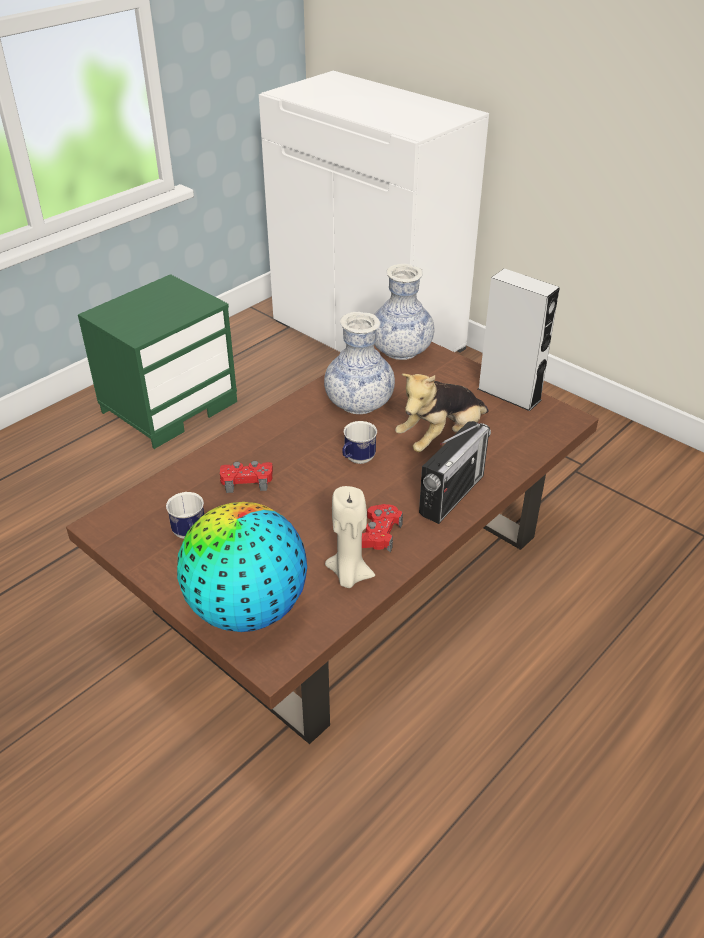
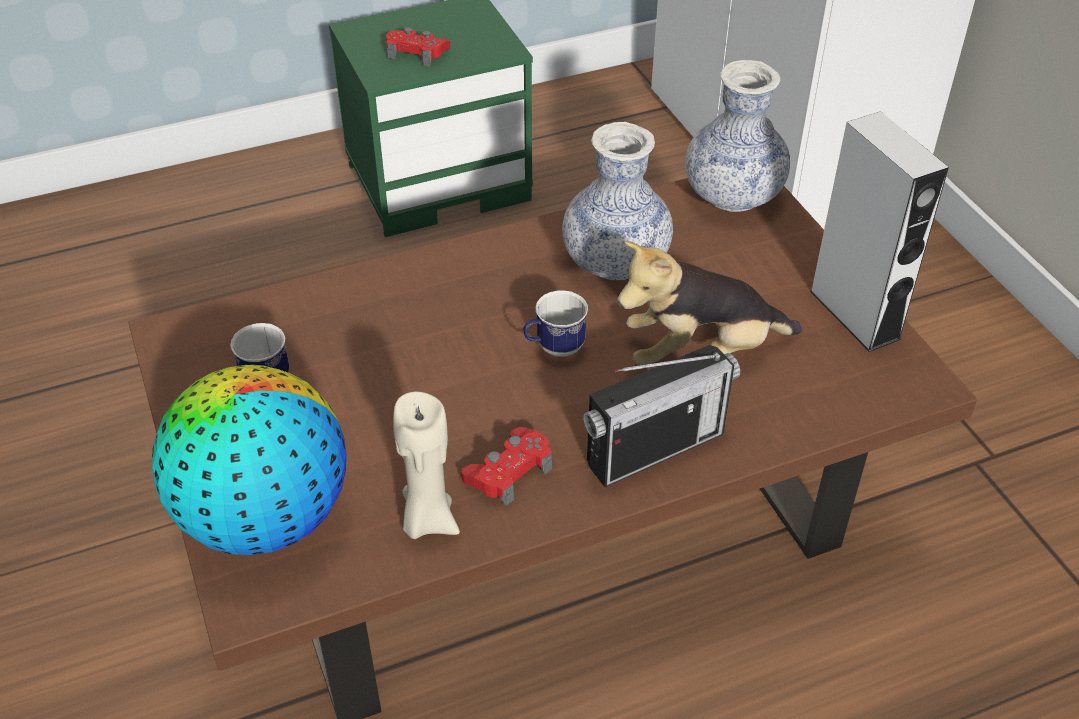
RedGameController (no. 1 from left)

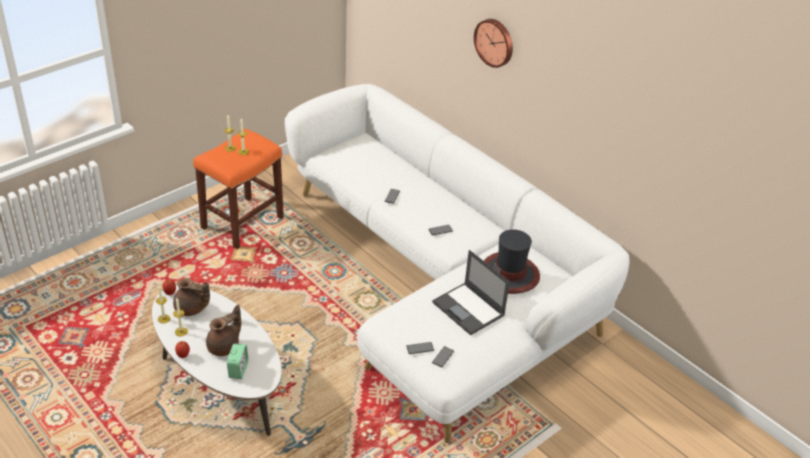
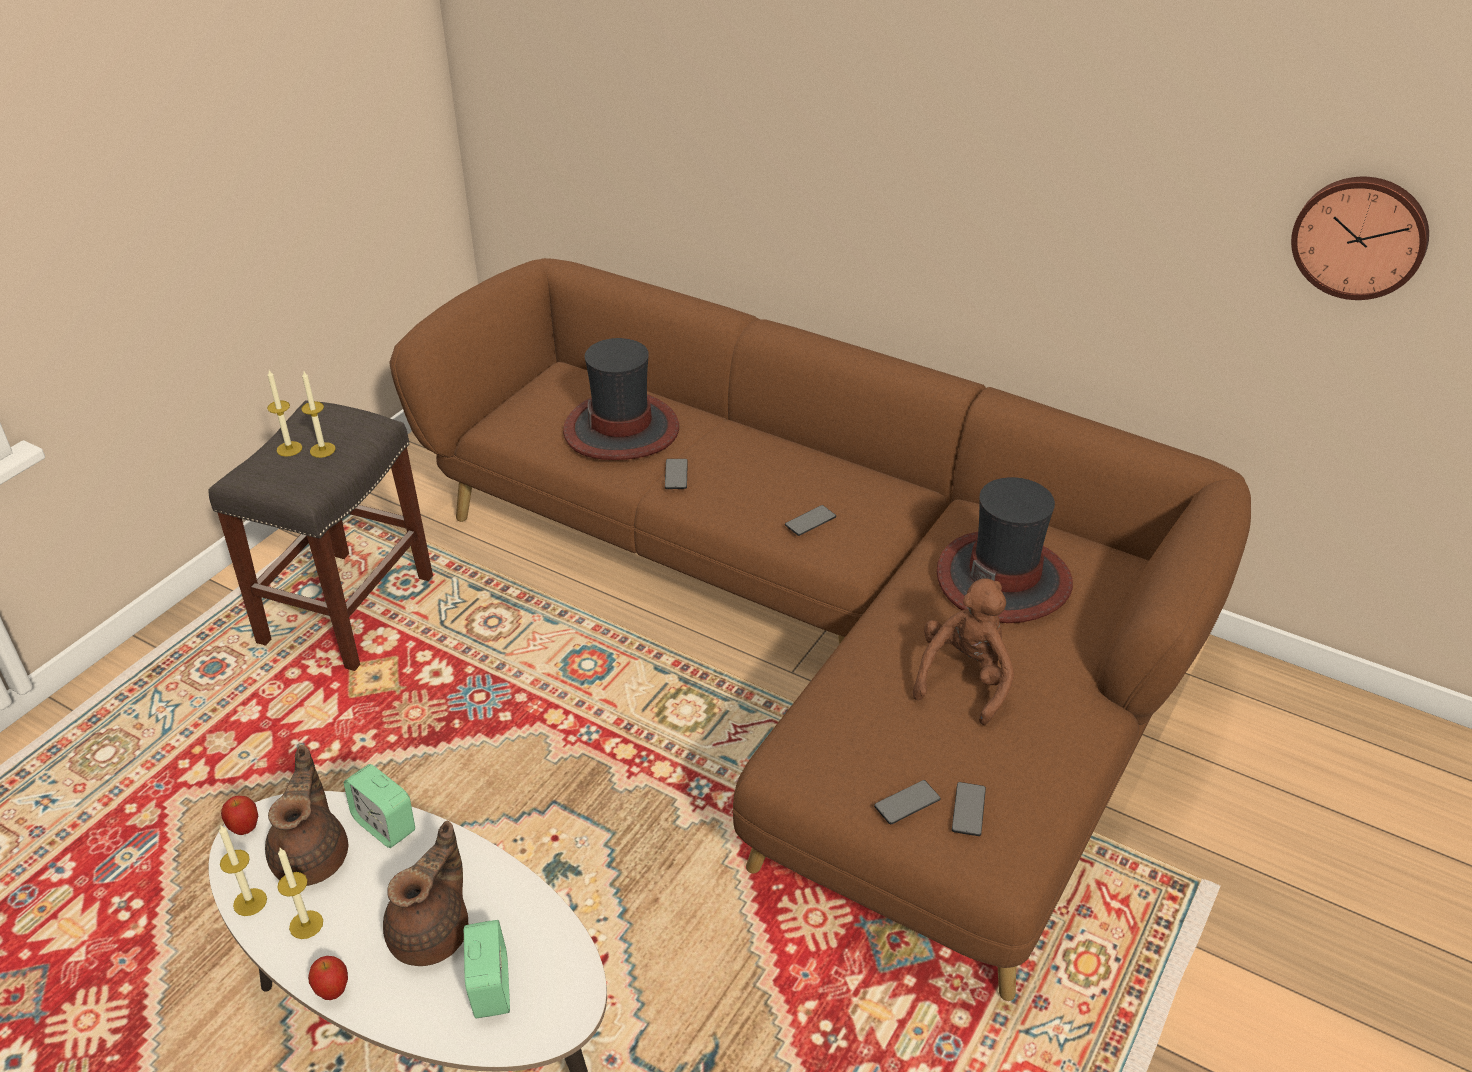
AlarmClock (no. 1 from left)
Hat (no. 1 from left)
WallClock
BrownPlushToy
GreyStool
BrownSofa
BrownTeapot (no. 1 from left)

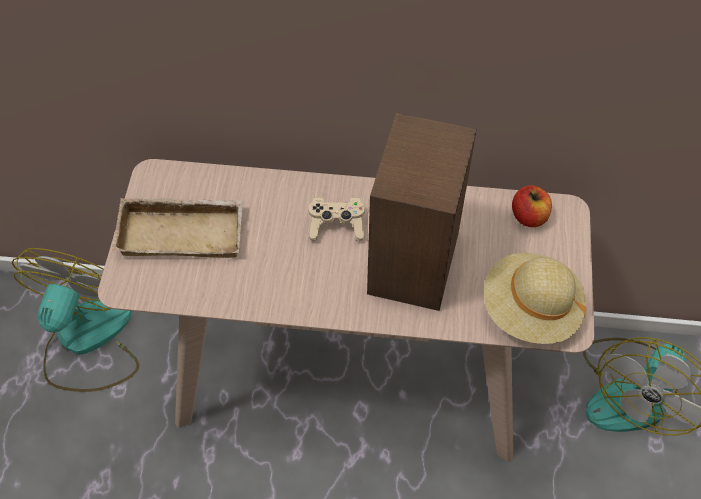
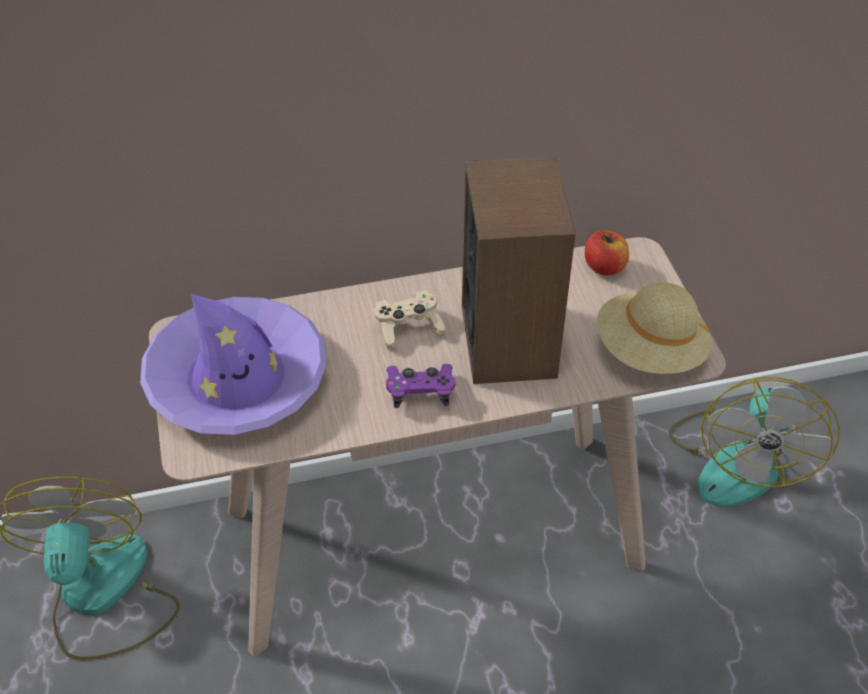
PurpleGameController
PurpleHat

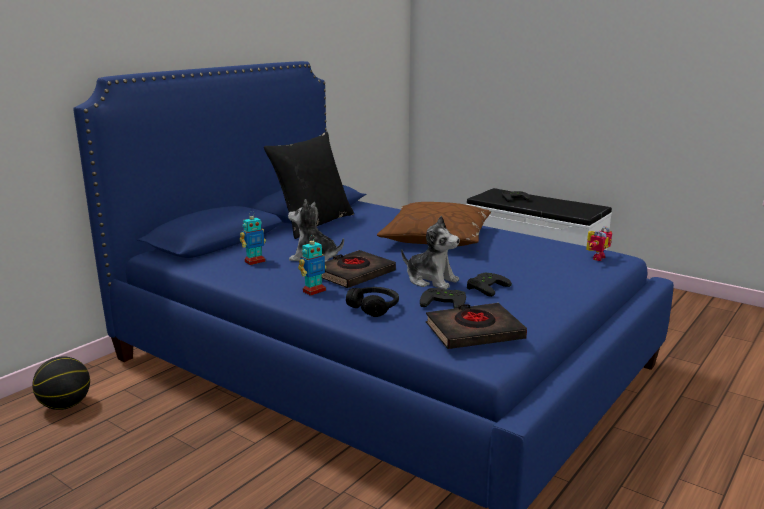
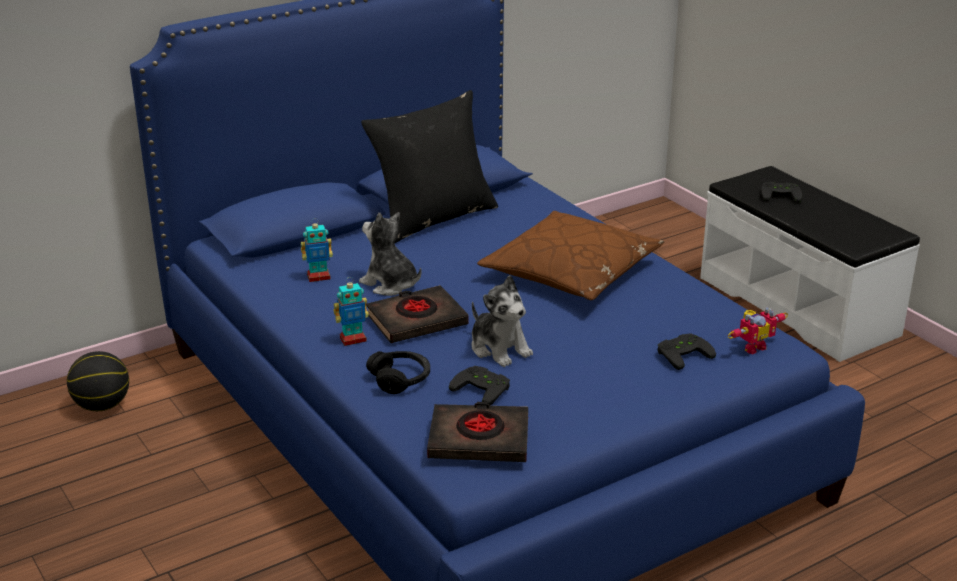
BlackGameController (no. 2 from left)

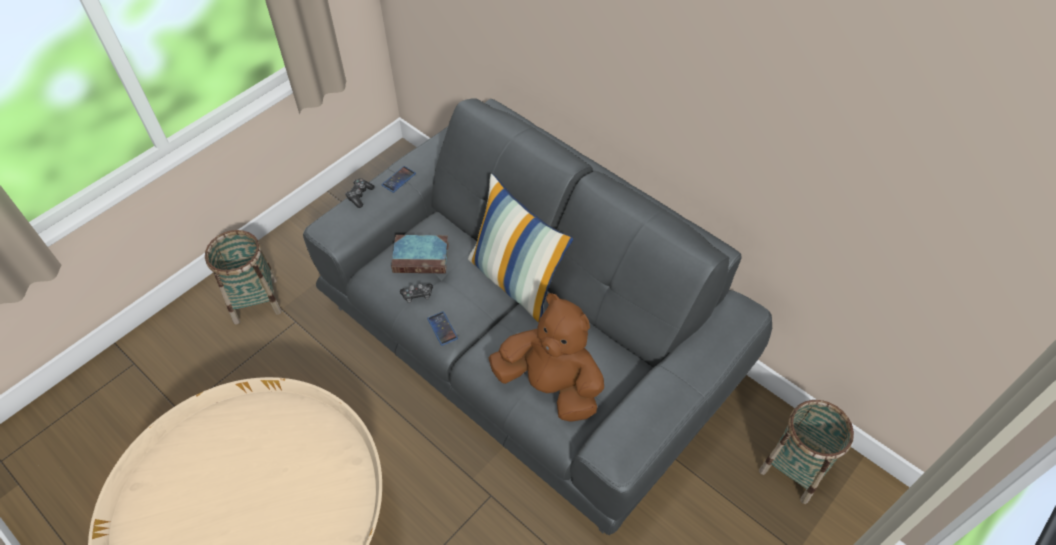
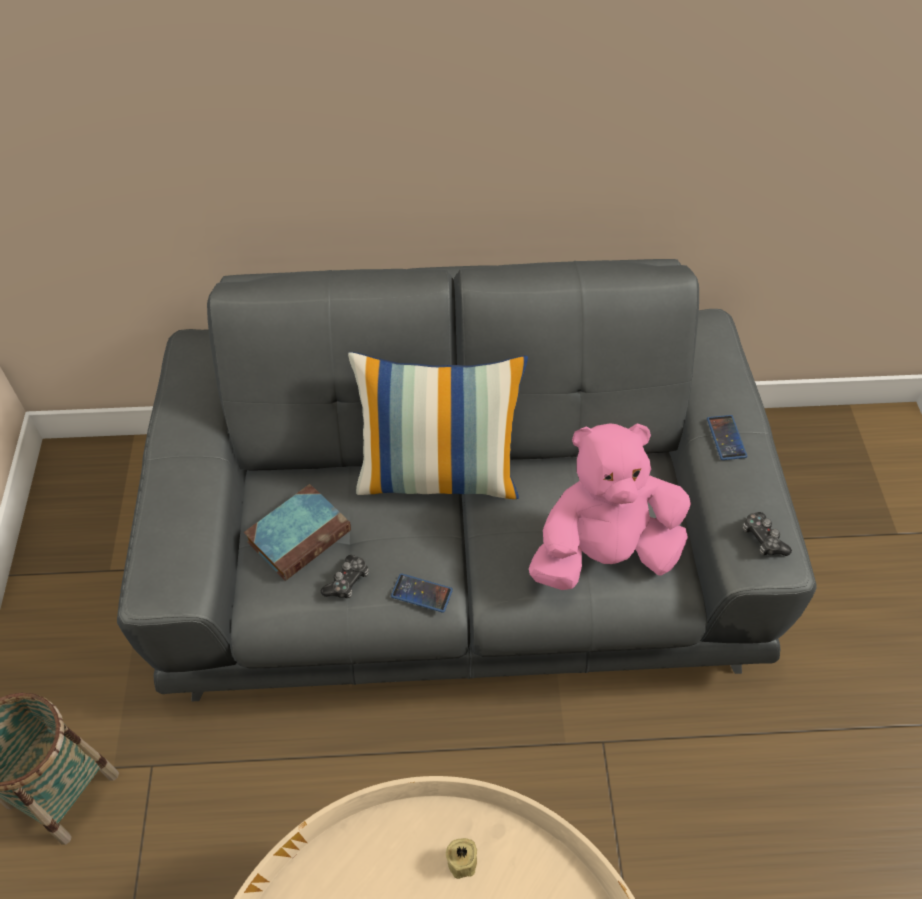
Basket (no. 2 from left in the first image)
BeigeCandle
GameController (no. 2 from left)
Phone (no. 2 from left)
PinkPlushToy

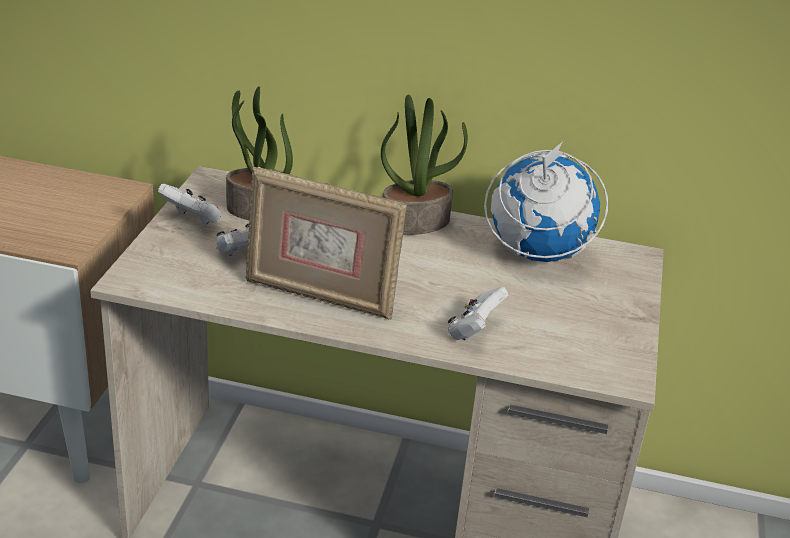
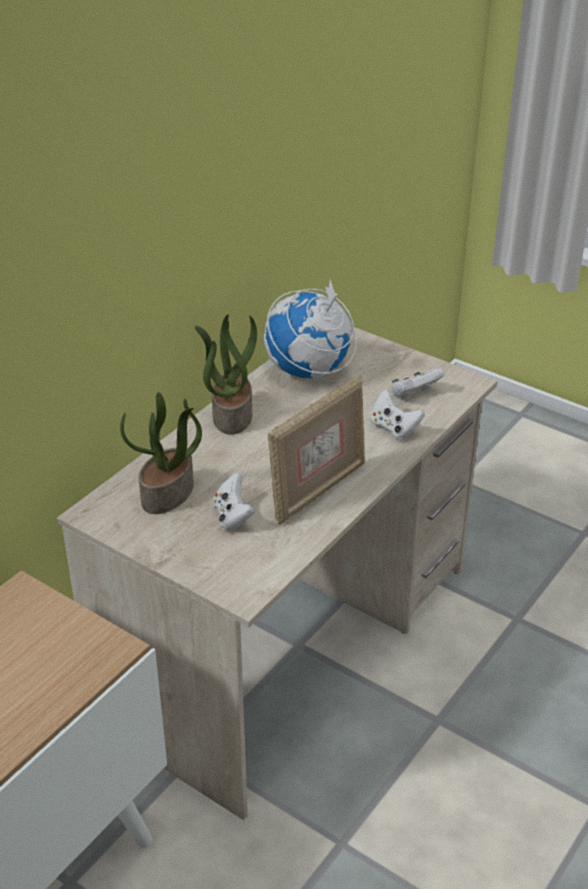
WhiteGameController (no. 3 from left)

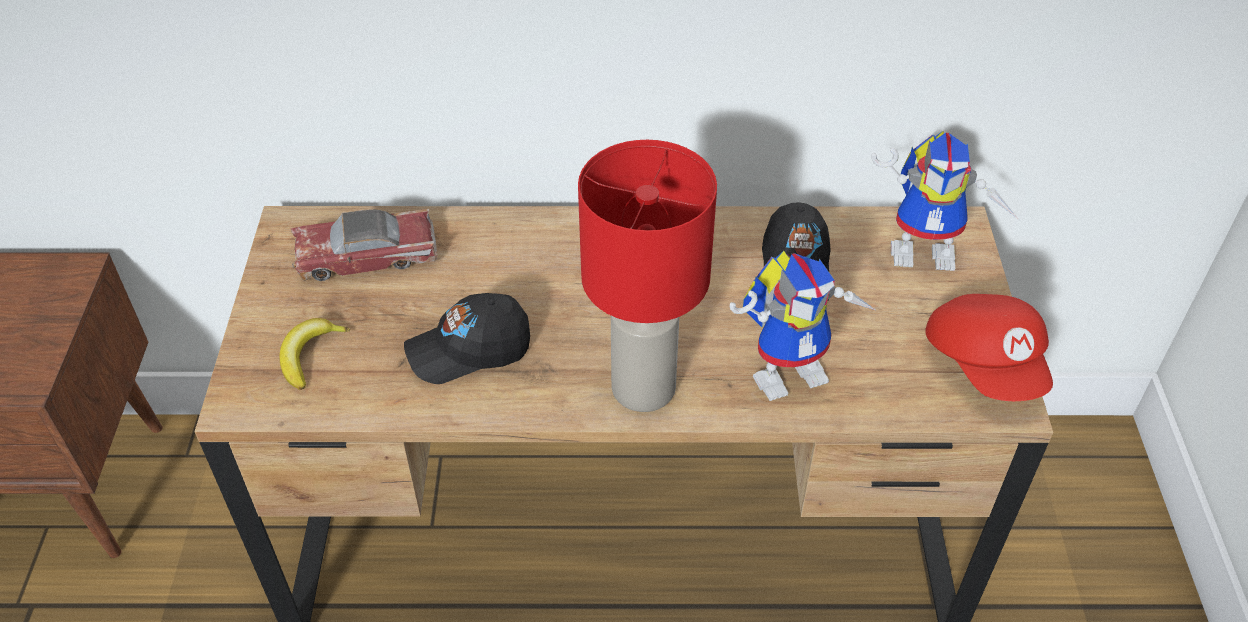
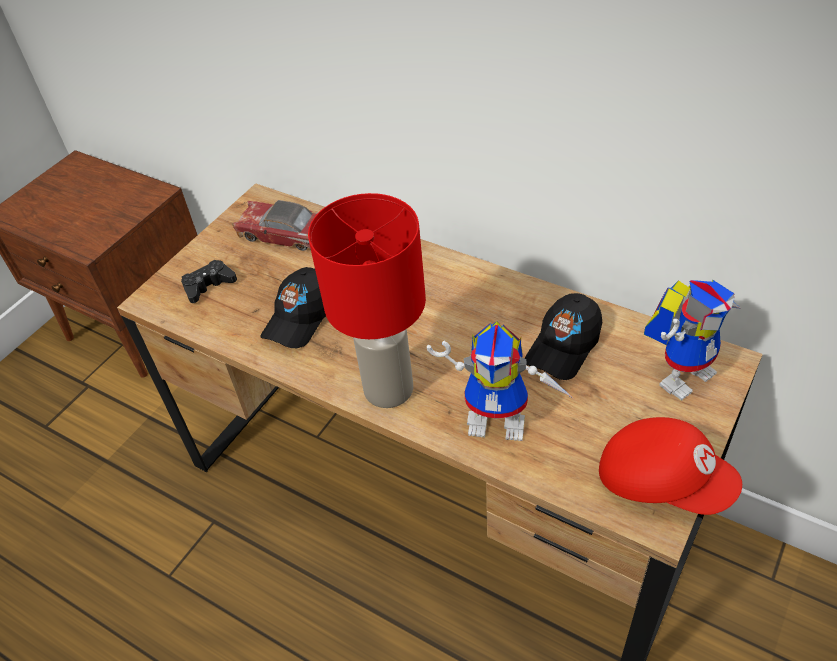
BlackGameController
BlackCap (no. 1 from left)
ToyRobot (no. 2 from left)
RedCap

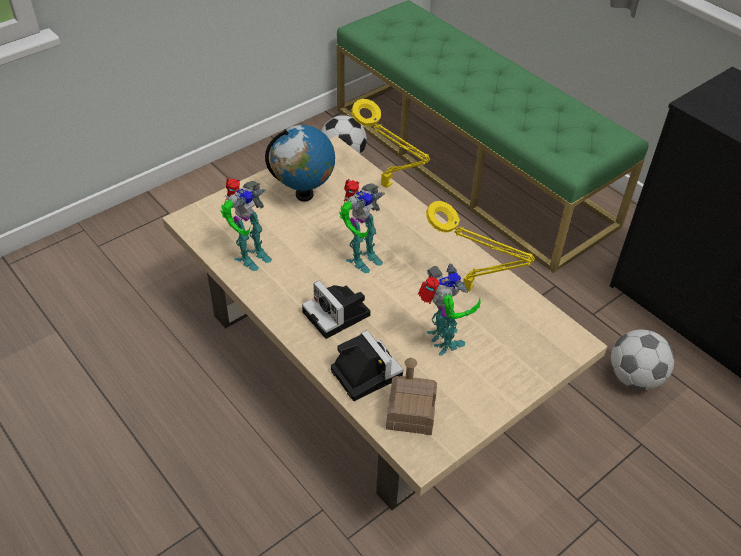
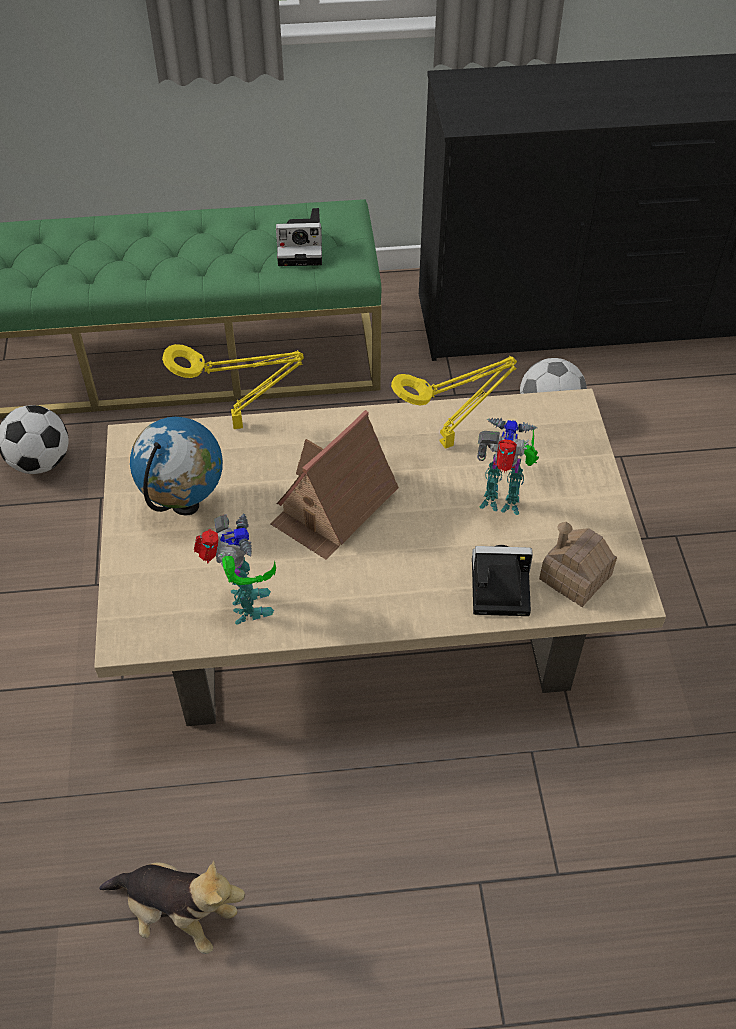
PlushToy
PhotoCamera (no. 1 from left)
ToyHouse (no. 1 from left)

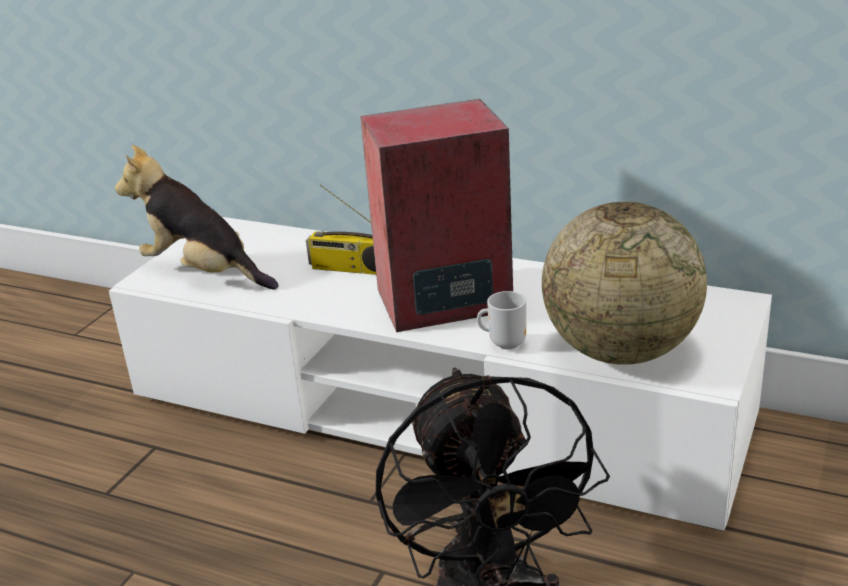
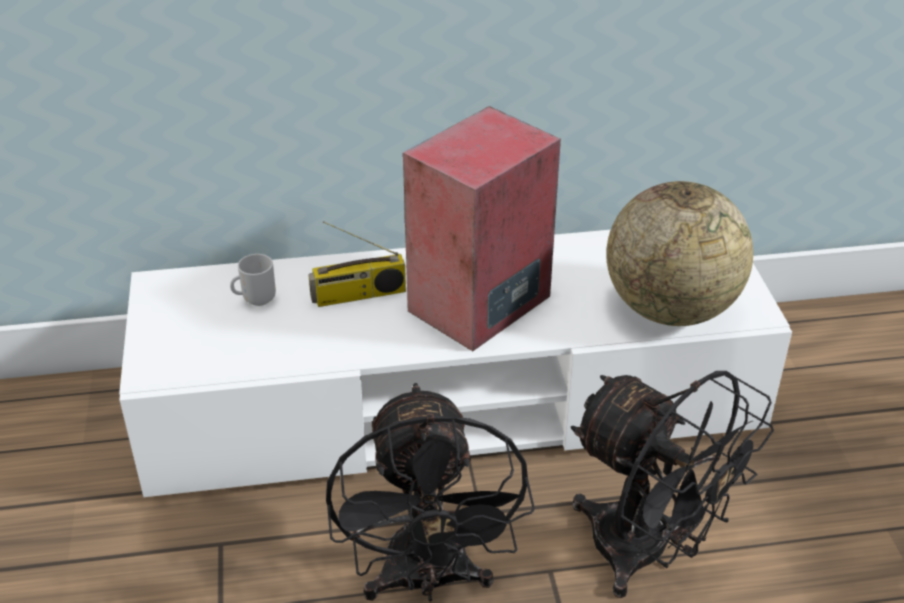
PlushToy
BlackFan (no. 1 from left)
Mug

